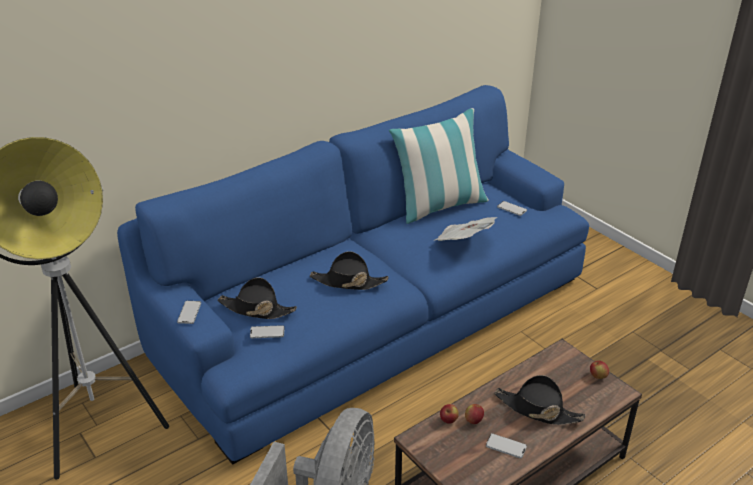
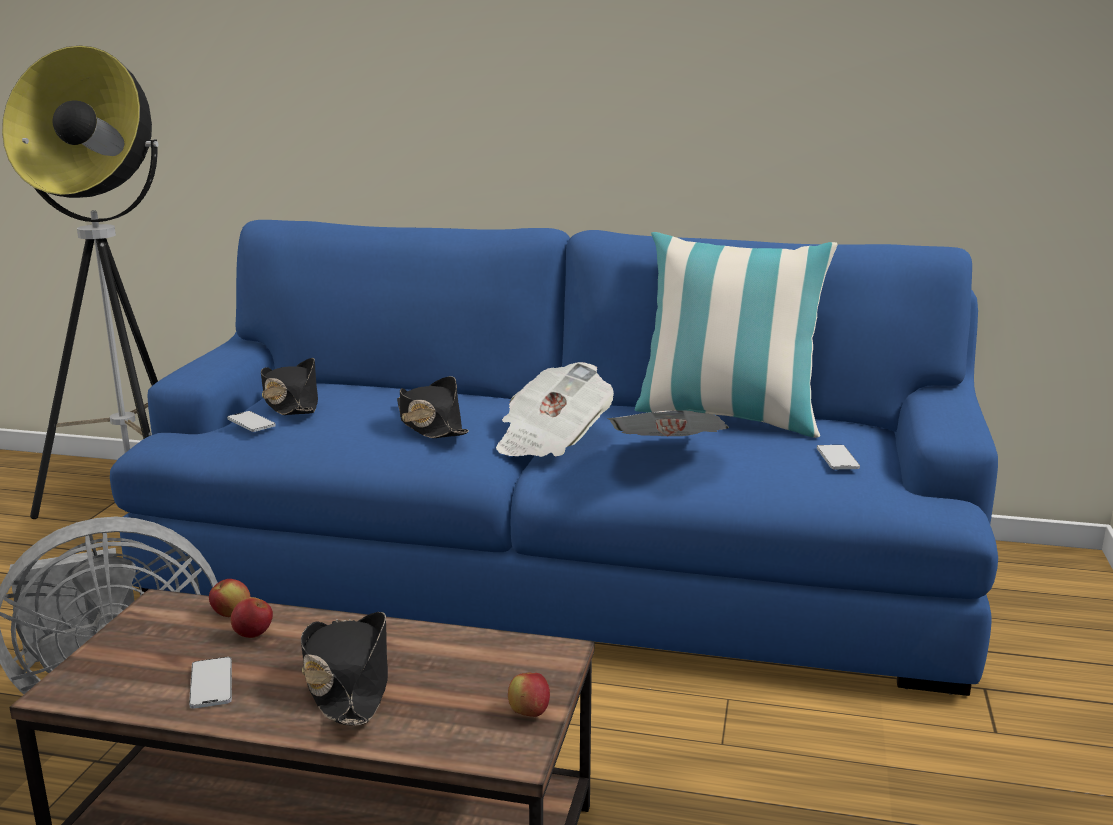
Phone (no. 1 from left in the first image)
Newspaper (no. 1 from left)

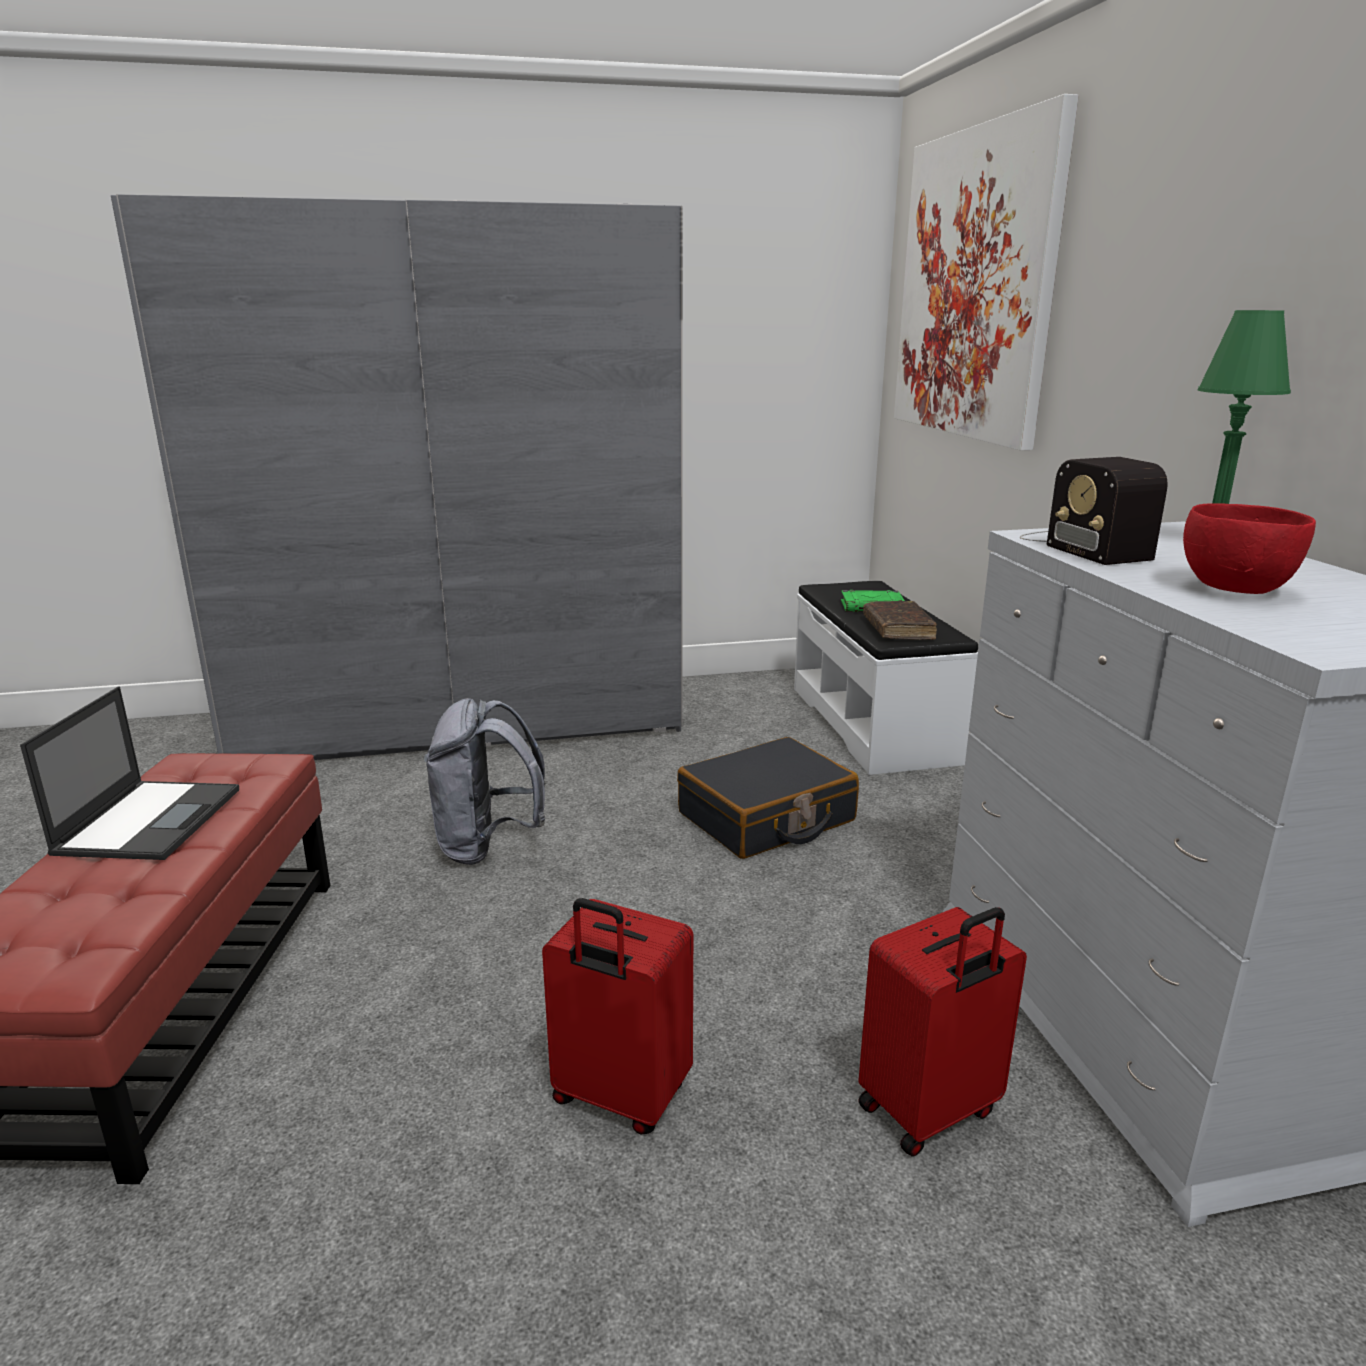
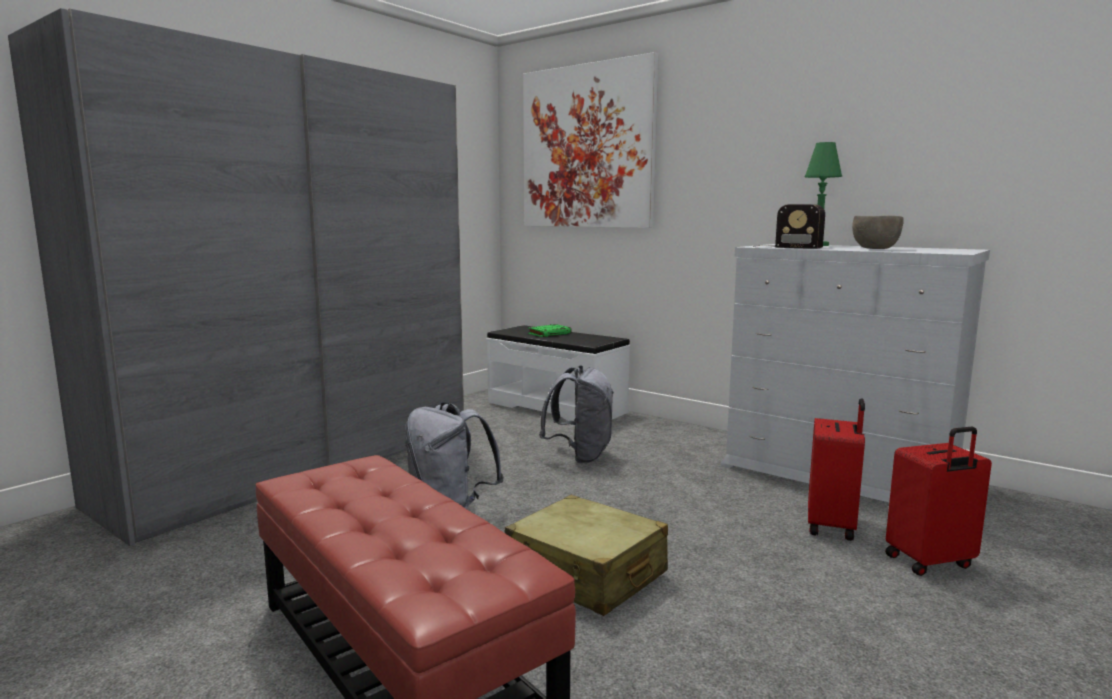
Laptop
BrownBook
BeigeSuitcase
RedSuitcase (no. 2 from left)
GreyBackpack (no. 2 from left)
GreyBowl

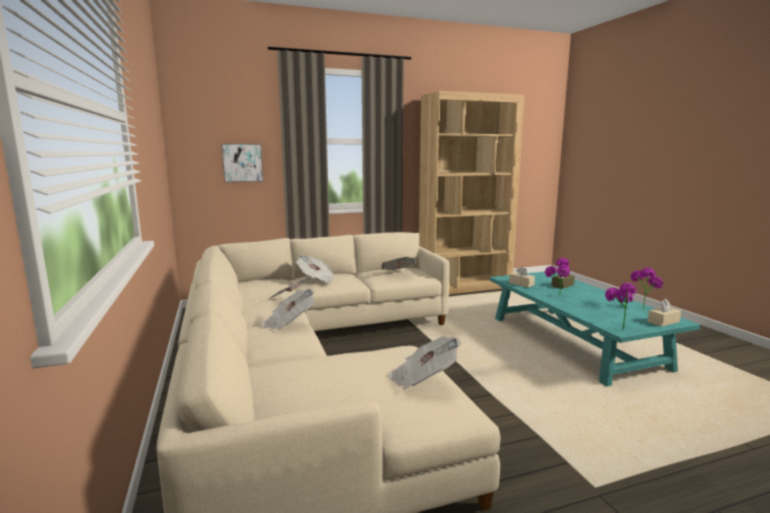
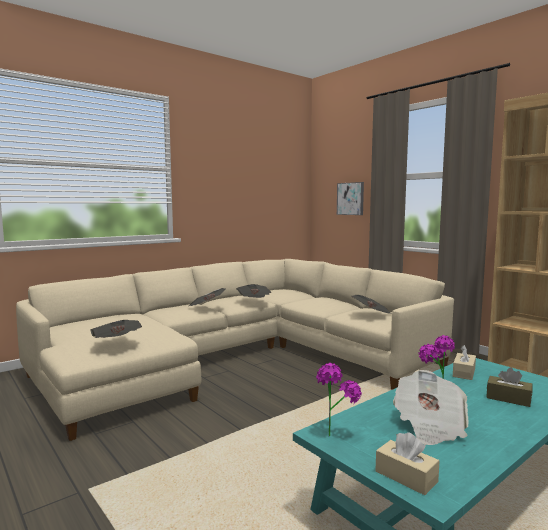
PottedPlant (no. 3 from left in the first image)
Newspaper (no. 5 from left)

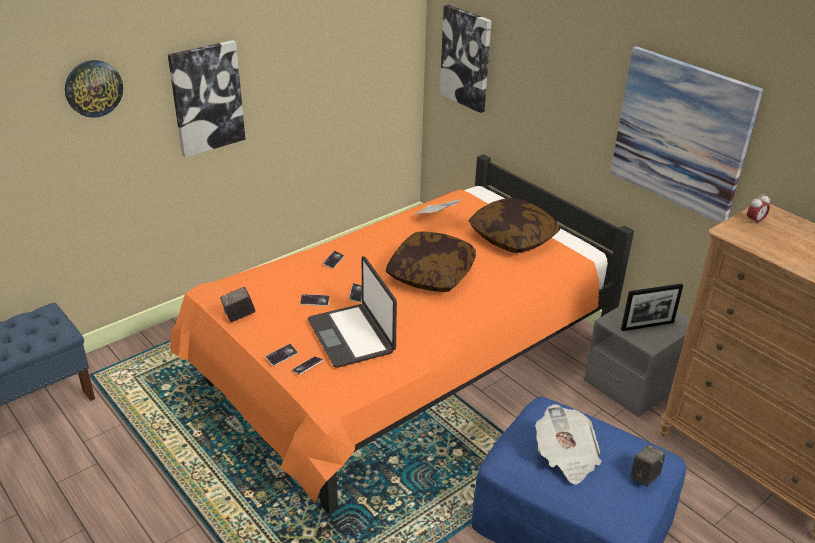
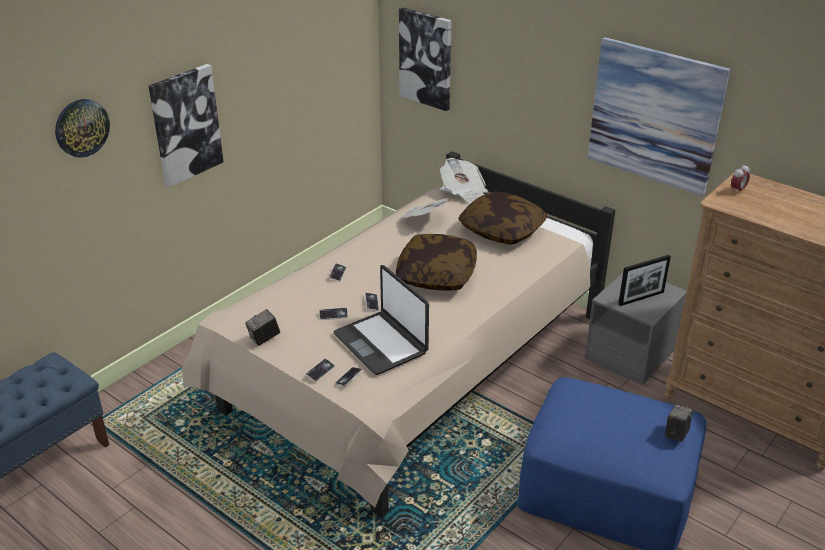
Newspaper (no. 2 from left)
BeigeBed

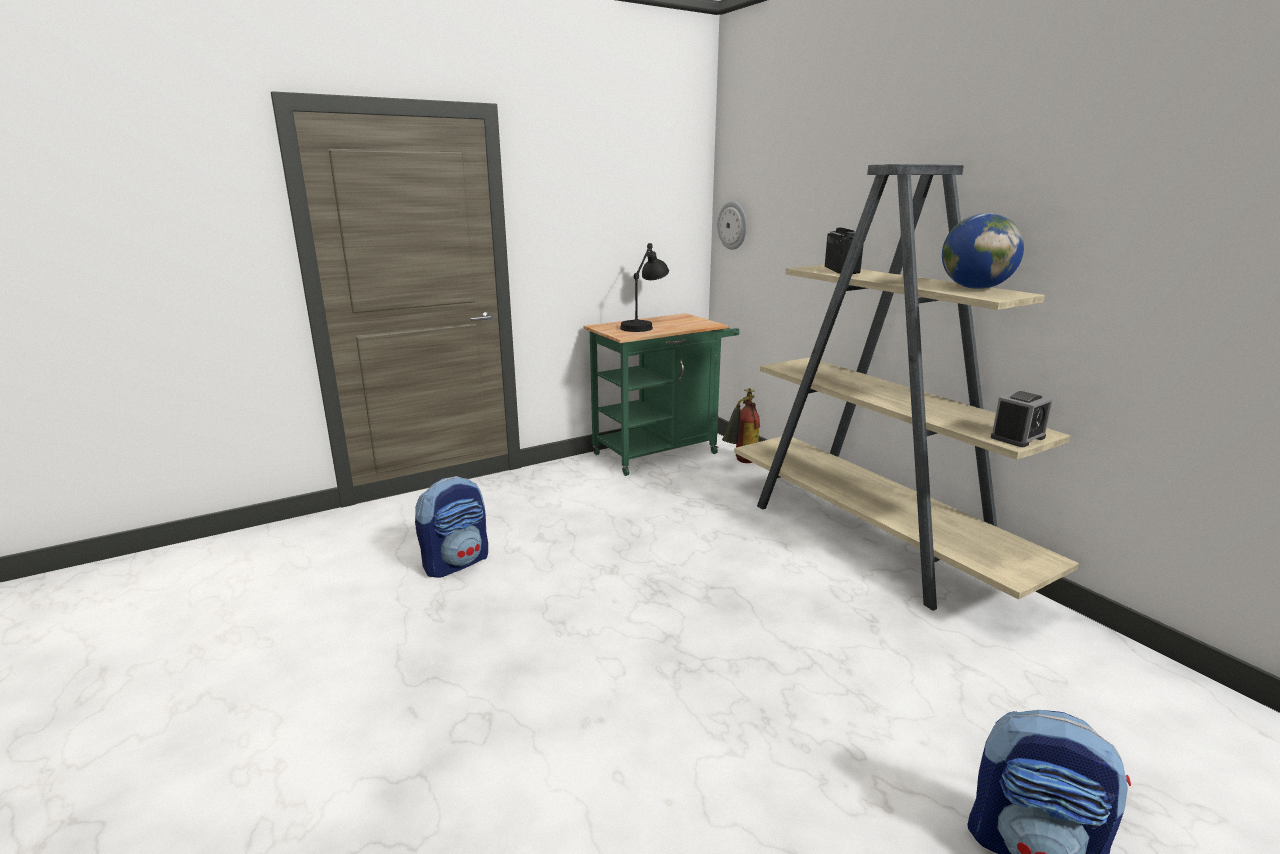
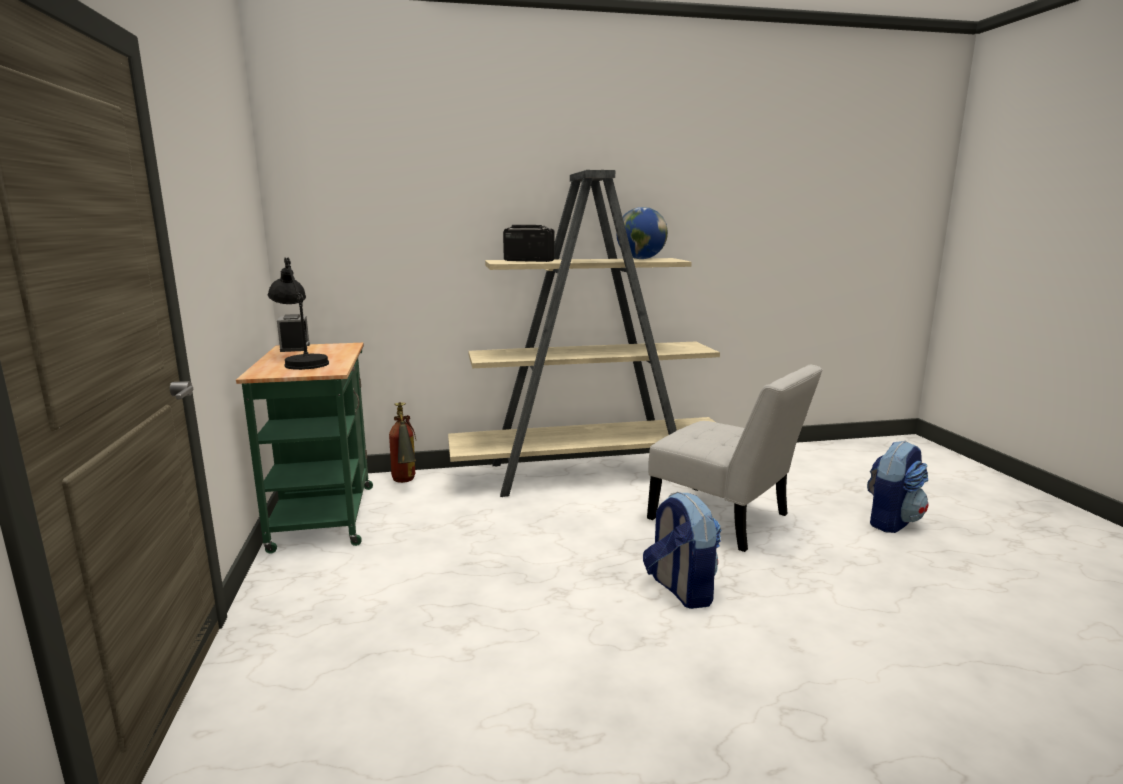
WallClock
WhiteChair
Backpack (no. 1 from left)
AlarmClock

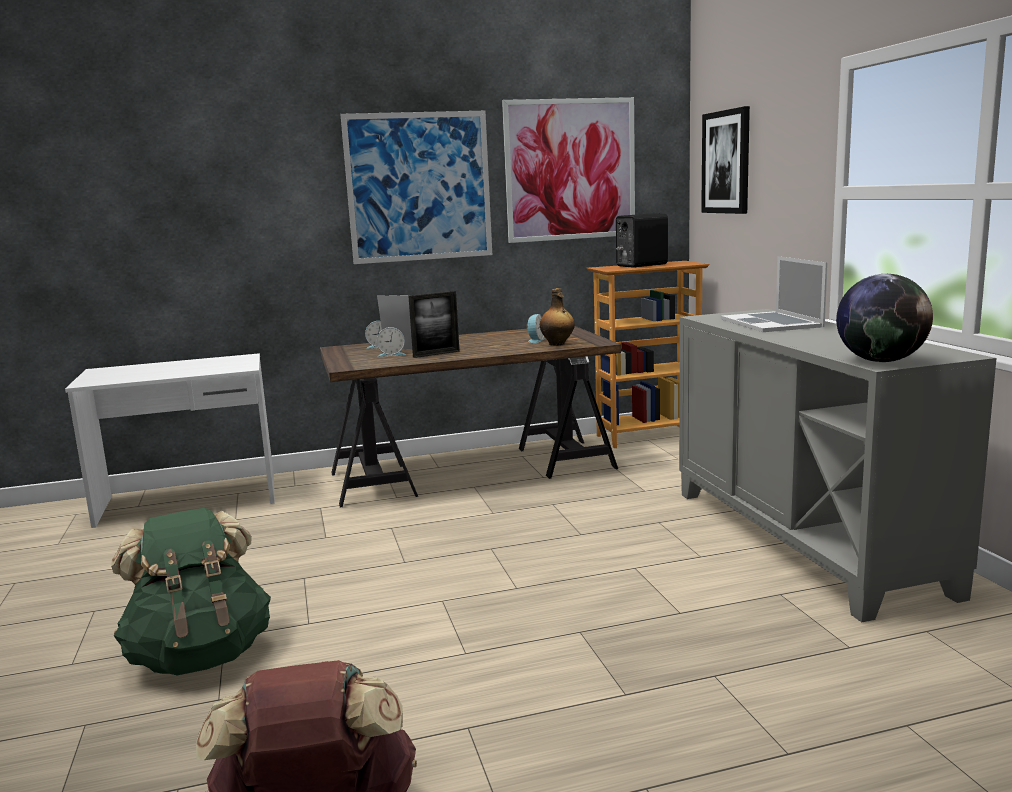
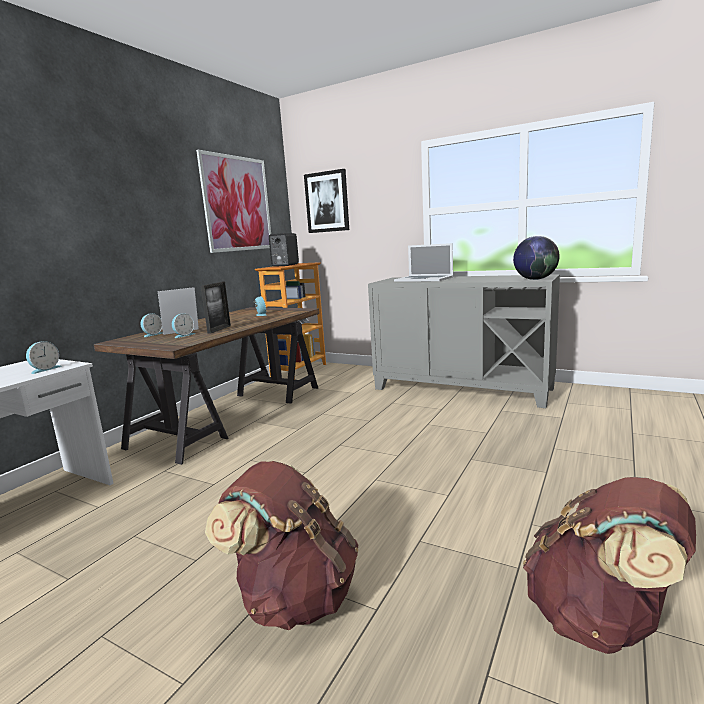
Picture (no. 1 from left in the first image)
Bottle
AlarmClock (no. 1 from left)
BrownBackpack (no. 1 from left)

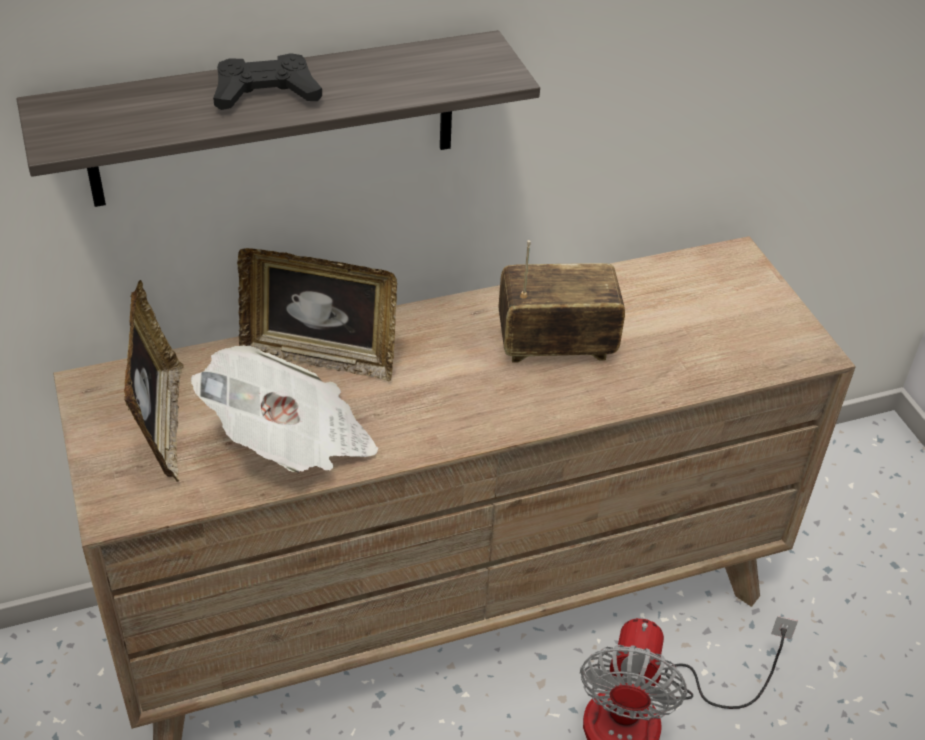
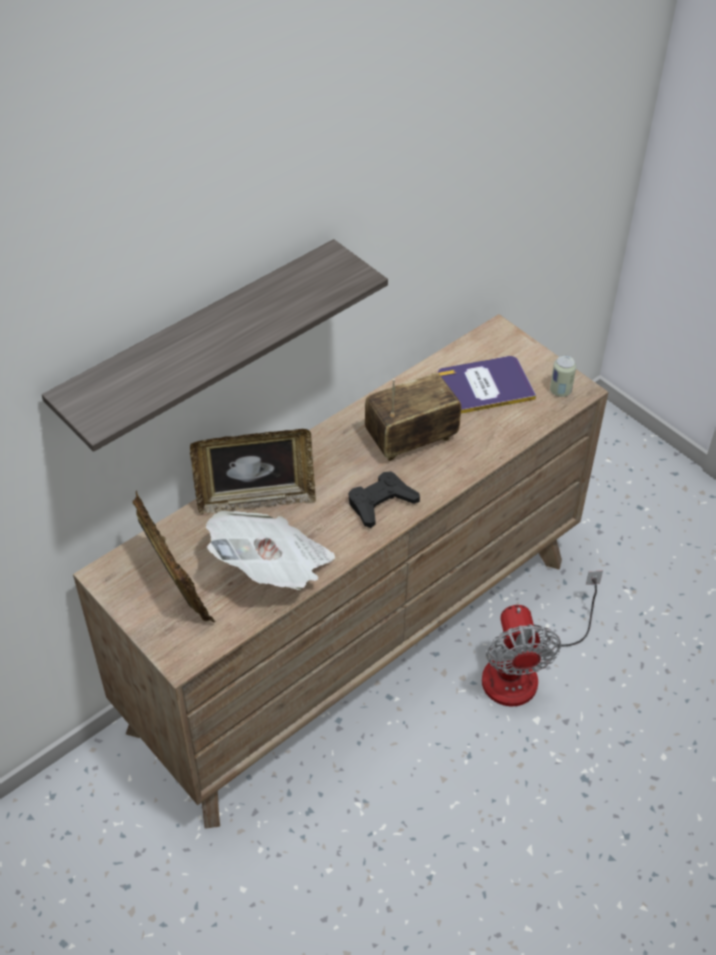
Book
Can
BlackGameController

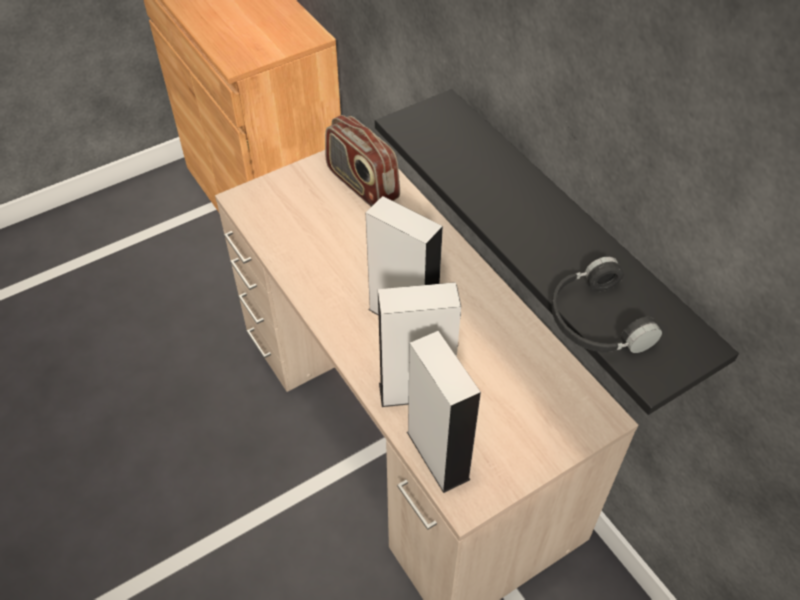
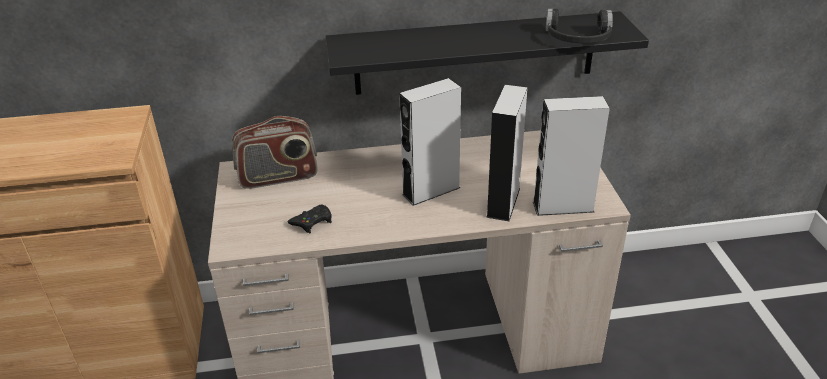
BlackGameController

